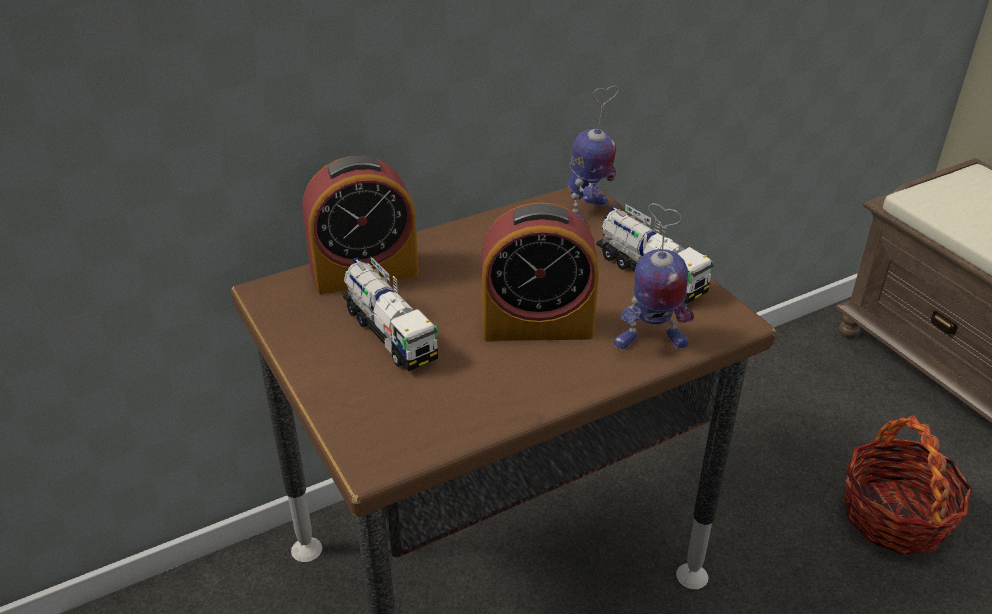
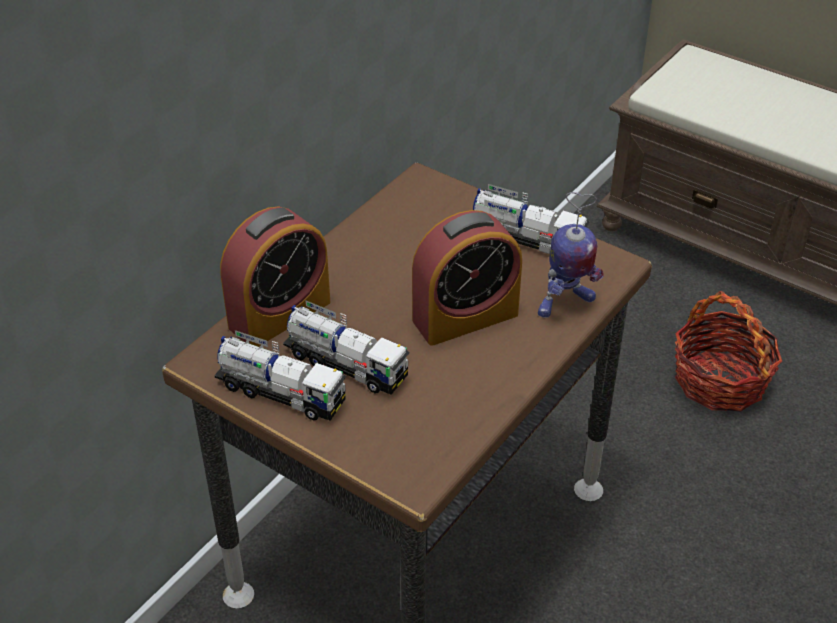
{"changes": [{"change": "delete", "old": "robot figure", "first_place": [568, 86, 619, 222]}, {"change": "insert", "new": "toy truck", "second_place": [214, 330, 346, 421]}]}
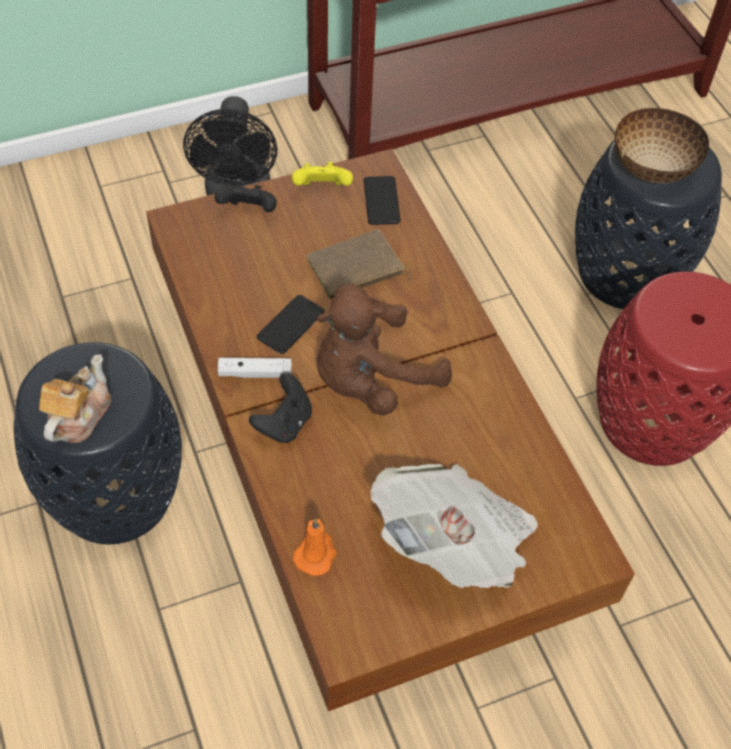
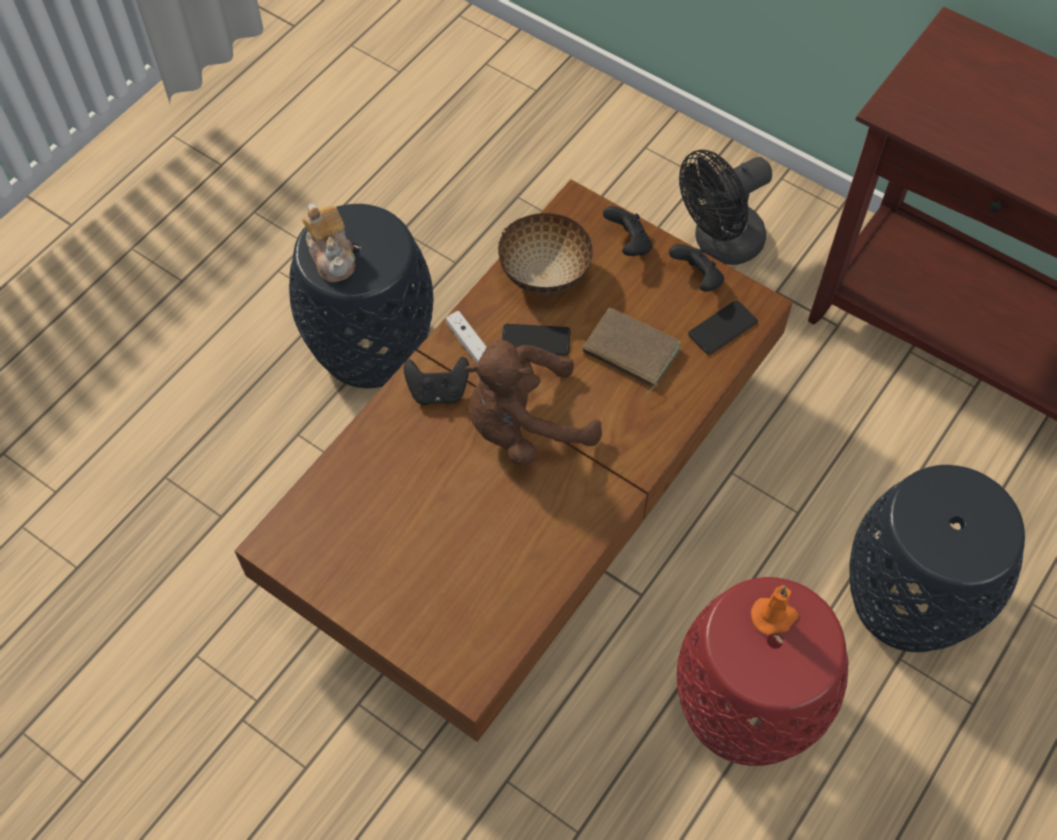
{"changes": [{"change": "delete", "old": "printed paper", "first_place": [371, 464, 538, 588]}, {"change": "move", "old": "candle (orange)", "first_place": [293, 518, 337, 576], "second_place": [751, 585, 798, 635]}, {"change": "move", "old": "deep dish", "first_place": [615, 108, 709, 184], "second_place": [498, 213, 593, 295]}, {"change": "recolor", "old": "gamepad (yellow-coloured)", "new": "gamepad (black-coloured)", "first_place": [292, 162, 353, 186], "second_place": [669, 244, 724, 292]}, {"change": "rotate", "old": "pot for tea", "first_place": [39, 354, 111, 443], "second_place": [302, 204, 355, 282], "degrees": 75}, {"change": "rotate", "old": "cuddly toy (brown-coloured)", "first_place": [316, 284, 452, 416], "second_place": [465, 340, 602, 467], "degrees": -45}]}
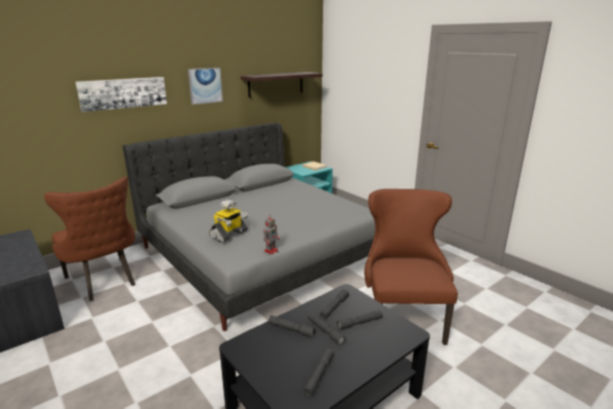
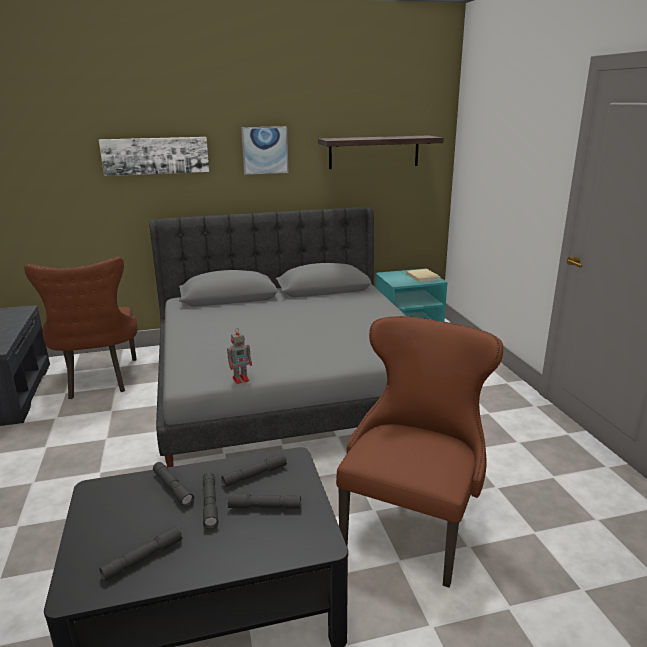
{"changes": [{"change": "delete", "old": "robot figure", "first_place": [209, 199, 248, 242]}]}
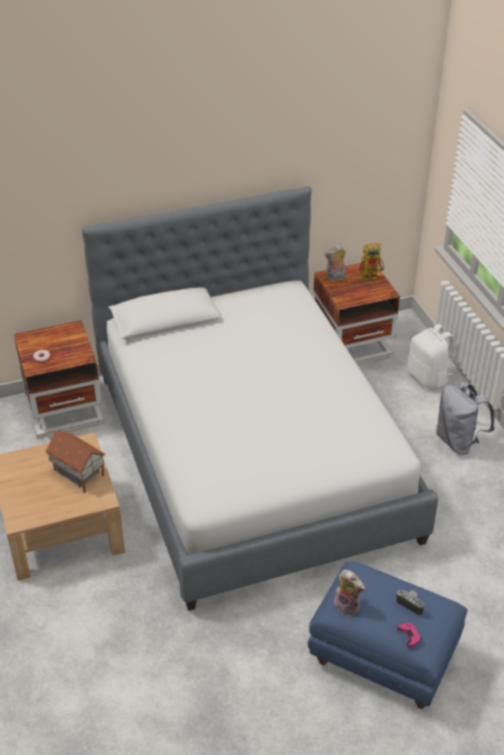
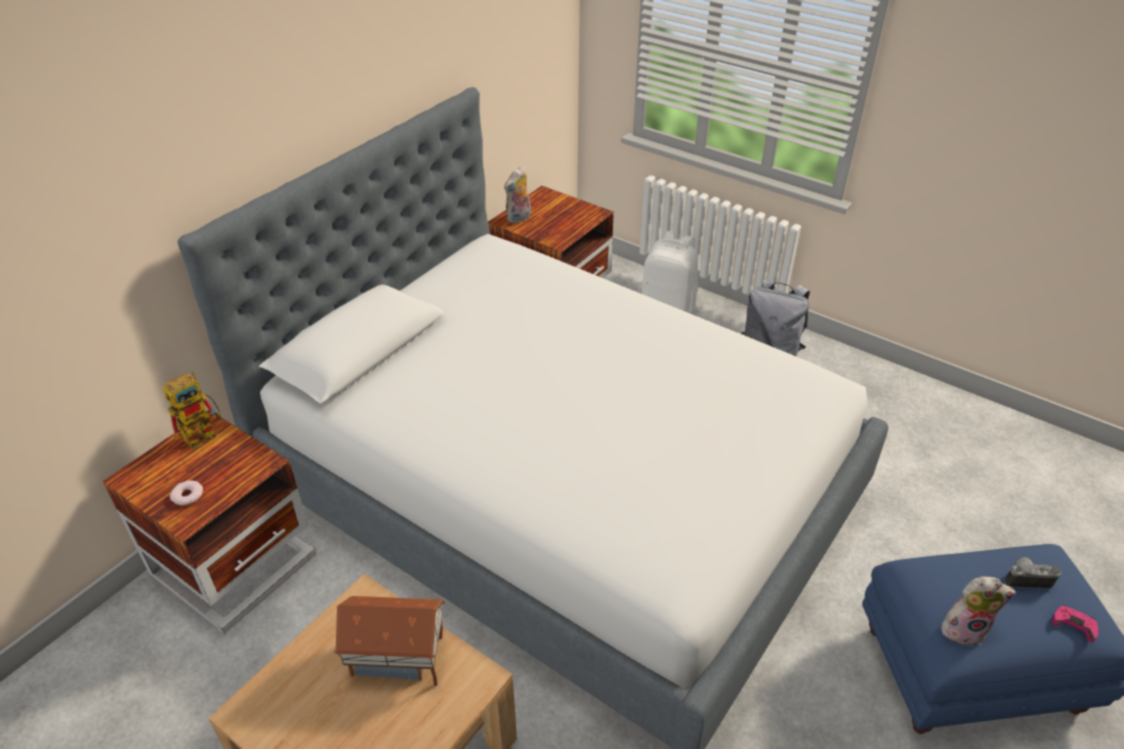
{"changes": [{"change": "move", "old": "robot figure", "first_place": [358, 243, 384, 283], "second_place": [162, 371, 221, 450]}]}
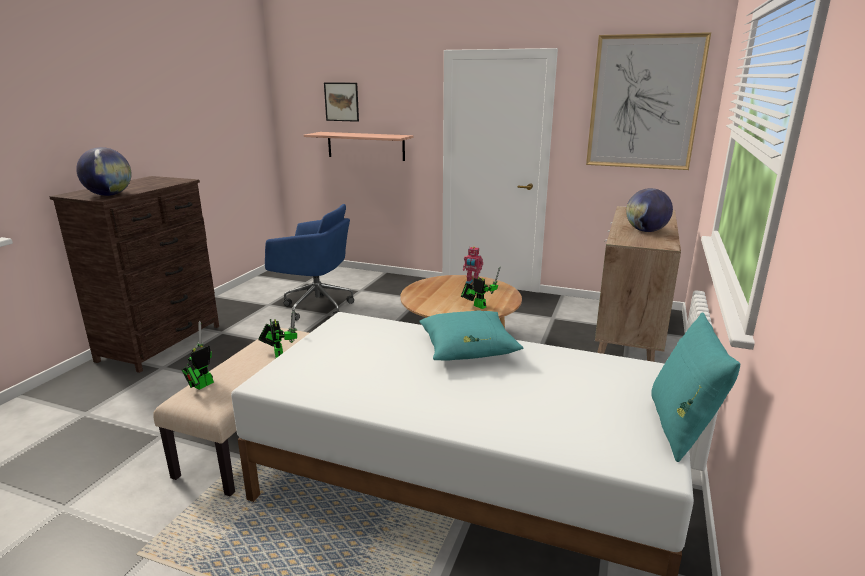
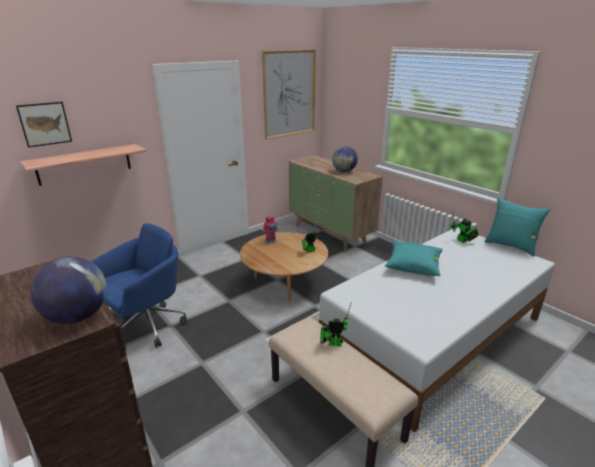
{"changes": [{"change": "move", "old": "robot figure", "first_place": [182, 321, 214, 390], "second_place": [451, 210, 479, 243]}]}
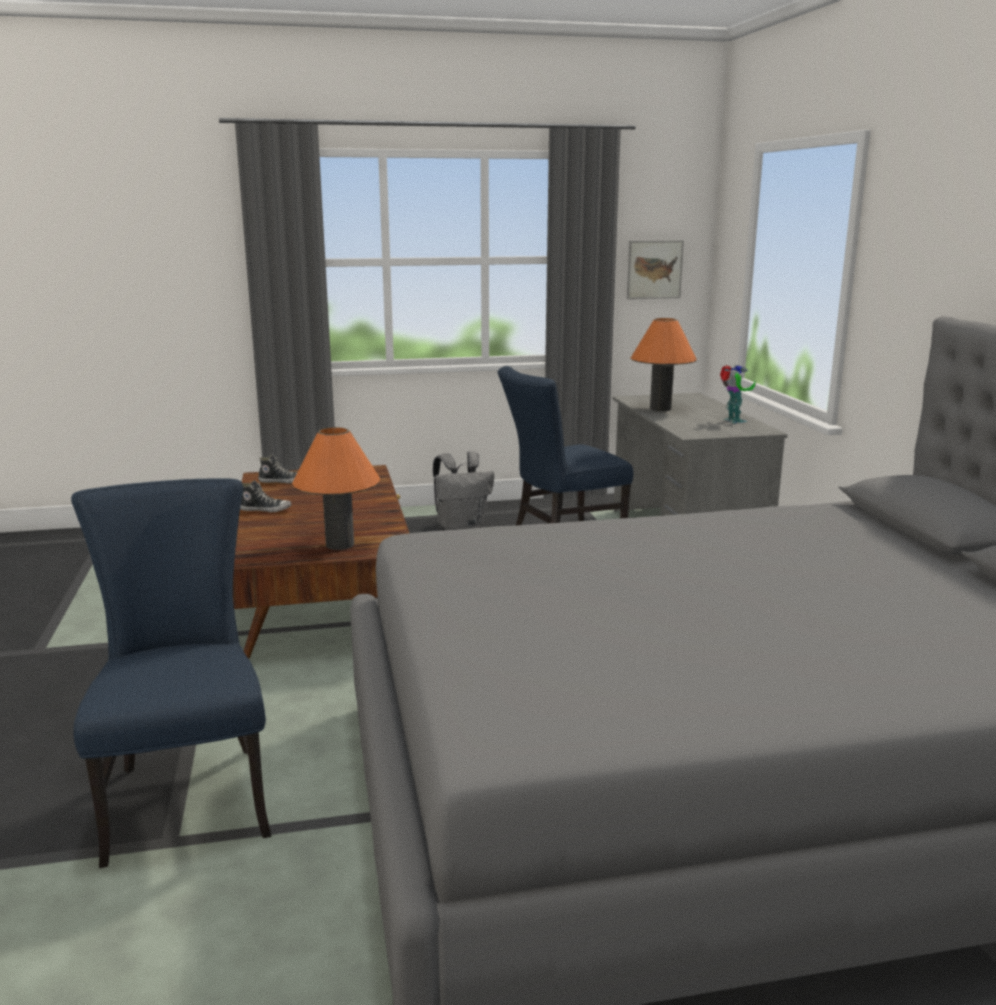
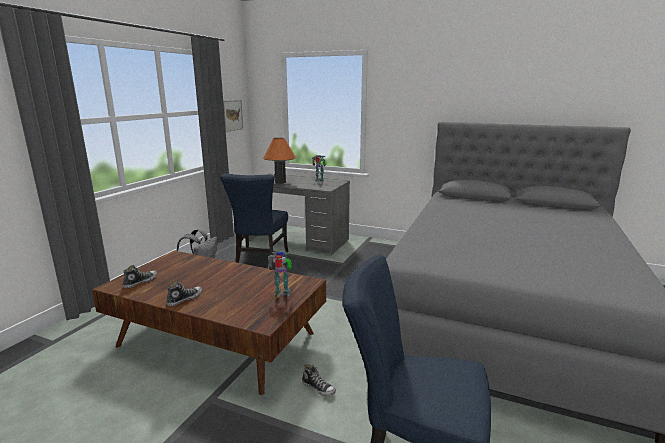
{"changes": [{"change": "insert", "new": "shoe", "second_place": [302, 364, 336, 396]}, {"change": "replace", "old": "tabletop lamp (orange)", "new": "robot figure", "first_place": [292, 427, 380, 550], "second_place": [268, 251, 292, 296]}]}
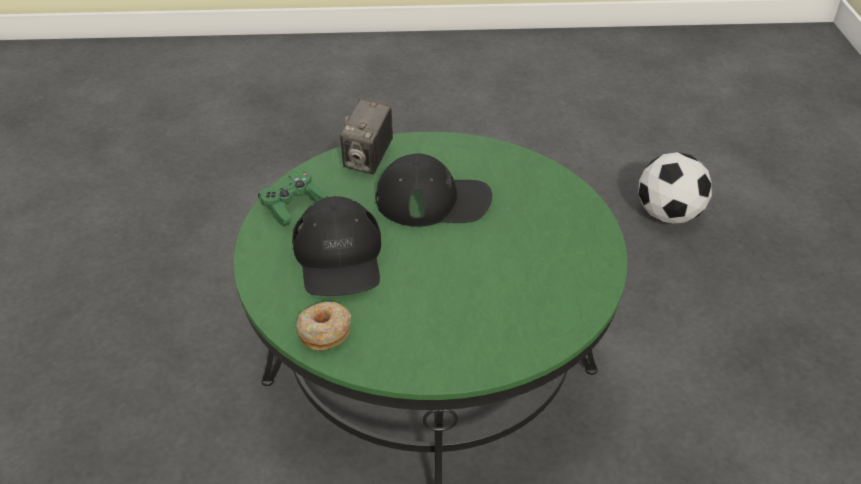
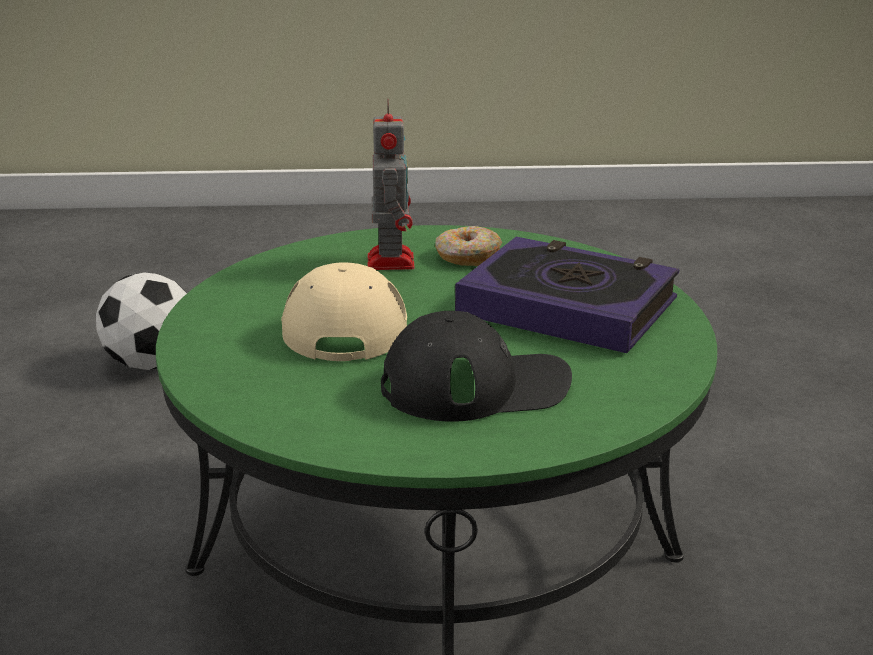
{"changes": [{"change": "delete", "old": "gamepad (greenish)", "first_place": [258, 170, 328, 227]}, {"change": "delete", "old": "photo camera", "first_place": [340, 98, 393, 174]}, {"change": "insert", "new": "robot figure", "second_place": [368, 99, 414, 270]}, {"change": "insert", "new": "bound book", "second_place": [455, 237, 679, 353]}, {"change": "move", "old": "donut", "first_place": [296, 302, 351, 351], "second_place": [435, 226, 502, 266]}, {"change": "recolor", "old": "baseball cap (black-coloured)", "new": "baseball cap (beige)", "first_place": [375, 153, 492, 227], "second_place": [281, 262, 407, 361]}]}
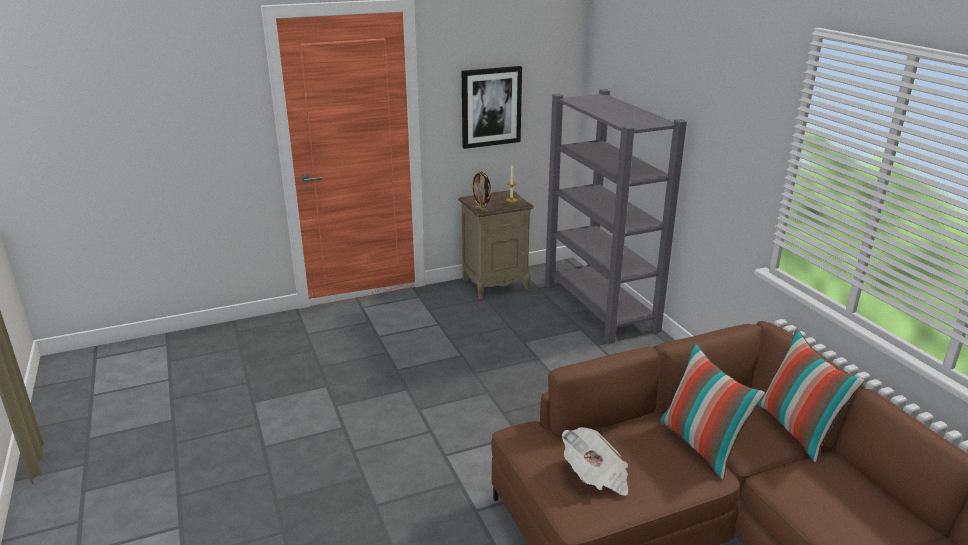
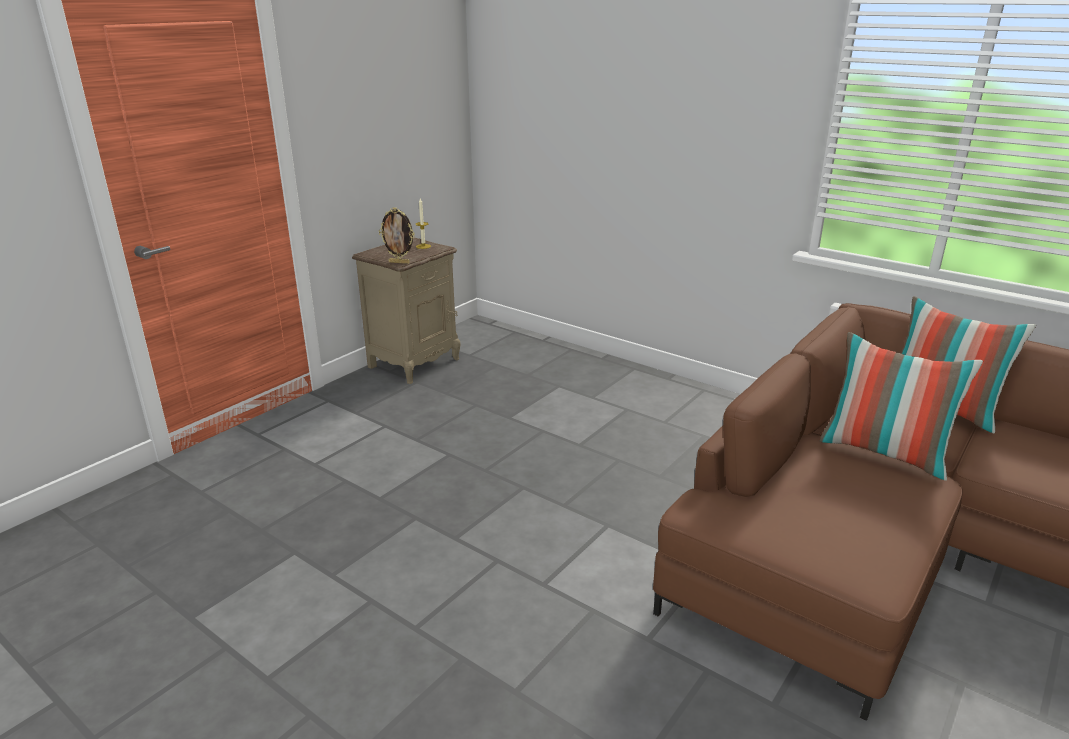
{"changes": [{"change": "delete", "old": "picture", "first_place": [462, 66, 522, 149]}, {"change": "delete", "old": "bookcase (grey)", "first_place": [545, 89, 687, 344]}, {"change": "delete", "old": "printed paper", "first_place": [562, 427, 628, 496]}]}
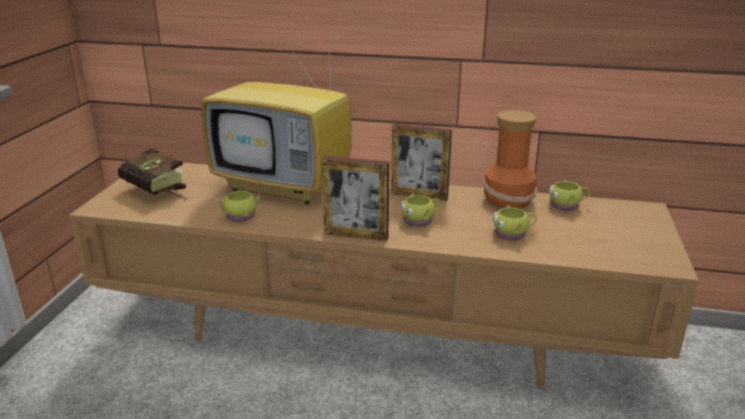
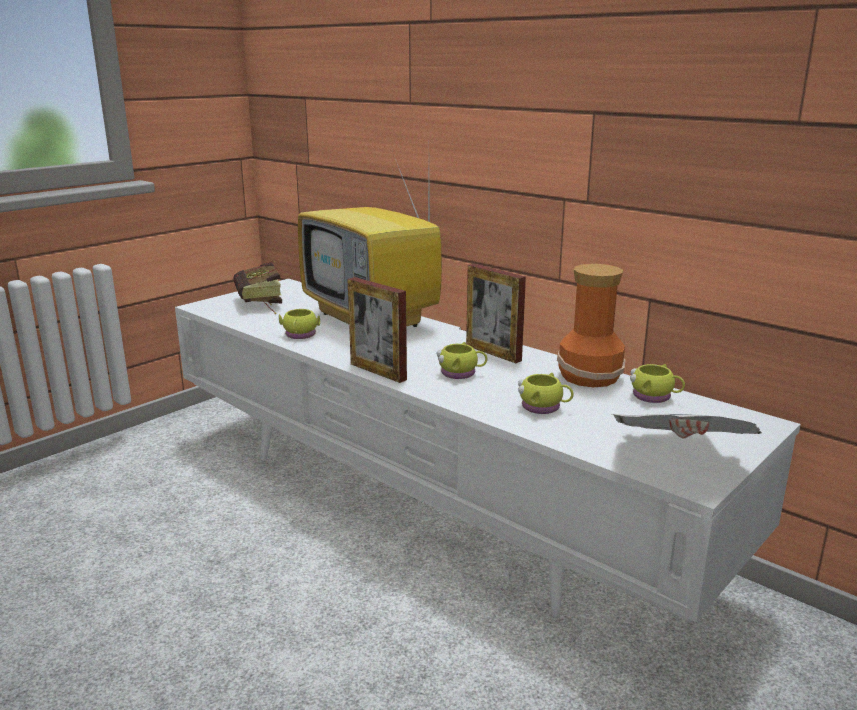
{"changes": [{"change": "insert", "new": "printed paper", "second_place": [612, 414, 762, 439]}, {"change": "recolor", "old": "tv stand (brown-coloured)", "new": "tv stand (white)", "first_place": [69, 163, 699, 390], "second_place": [175, 279, 801, 622]}]}
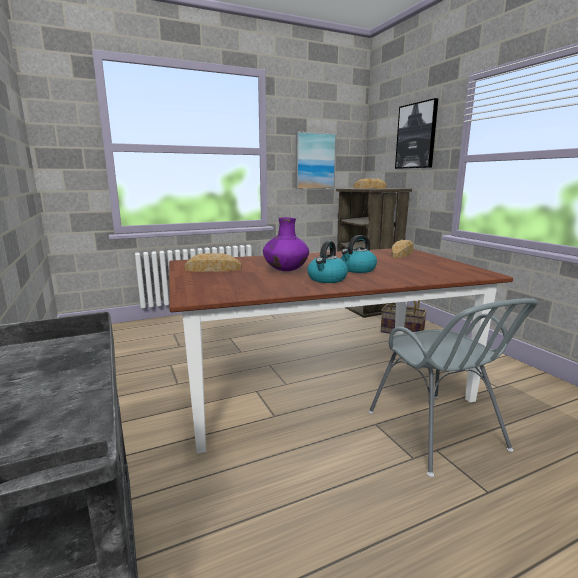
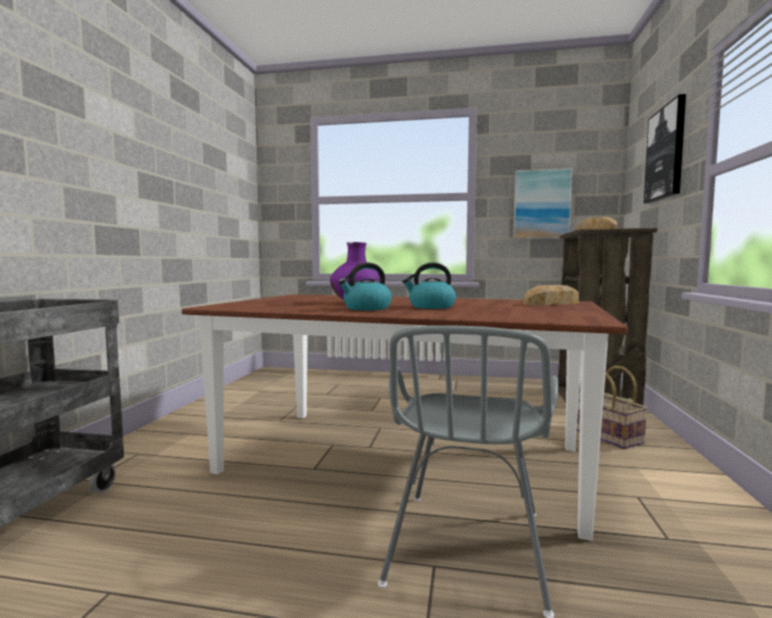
{"changes": [{"change": "delete", "old": "bakery bread", "first_place": [185, 253, 241, 272]}]}
